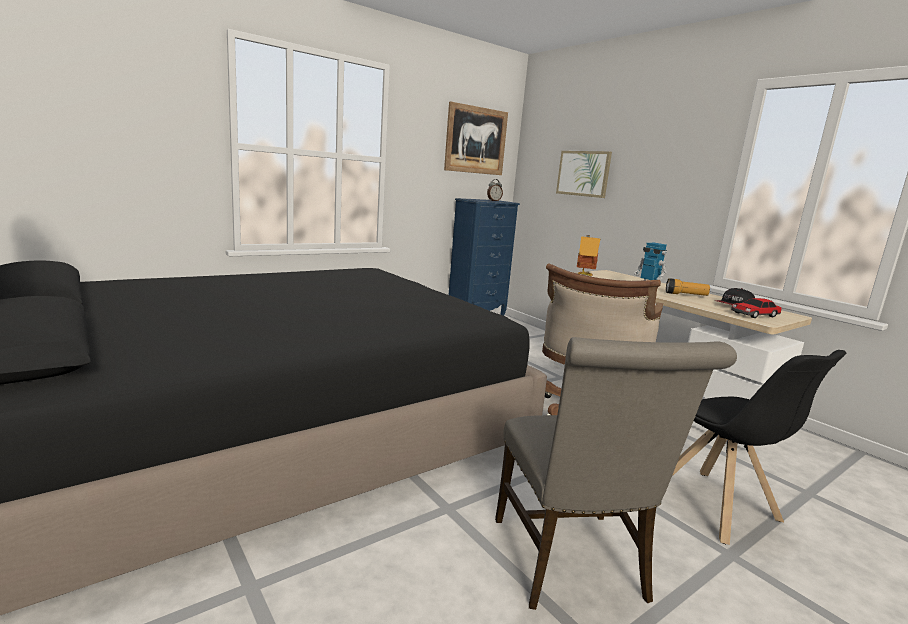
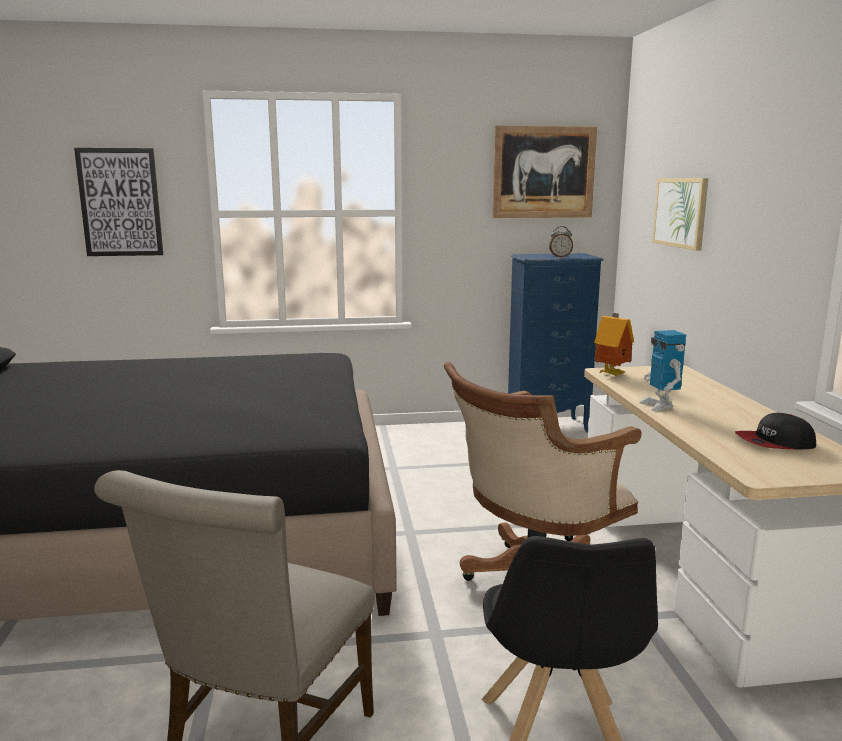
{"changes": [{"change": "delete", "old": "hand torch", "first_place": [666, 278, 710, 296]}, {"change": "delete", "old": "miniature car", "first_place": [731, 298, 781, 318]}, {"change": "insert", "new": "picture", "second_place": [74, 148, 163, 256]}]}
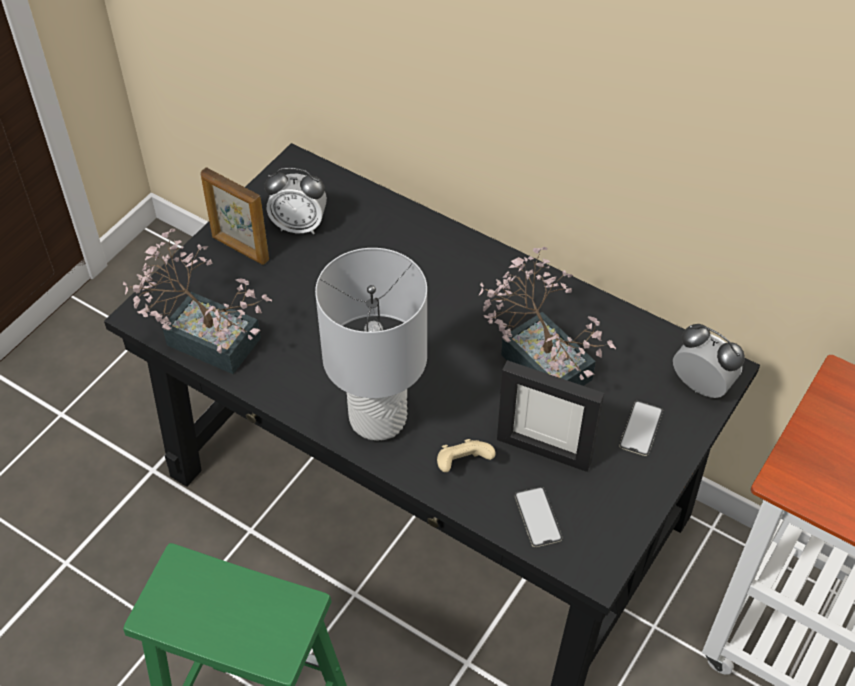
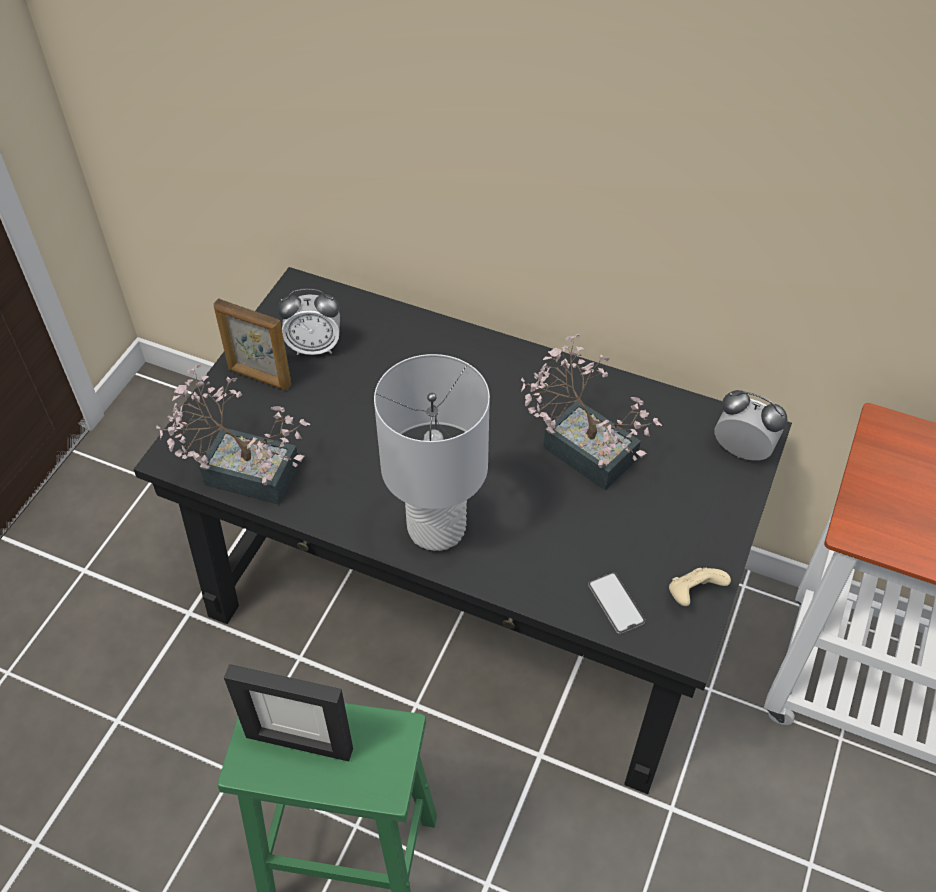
{"changes": [{"change": "delete", "old": "phone", "first_place": [619, 401, 663, 456]}, {"change": "move", "old": "gamepad (beige)", "first_place": [437, 439, 496, 472], "second_place": [669, 567, 731, 606]}, {"change": "move", "old": "picture frame", "first_place": [497, 360, 604, 472], "second_place": [224, 664, 353, 762]}]}
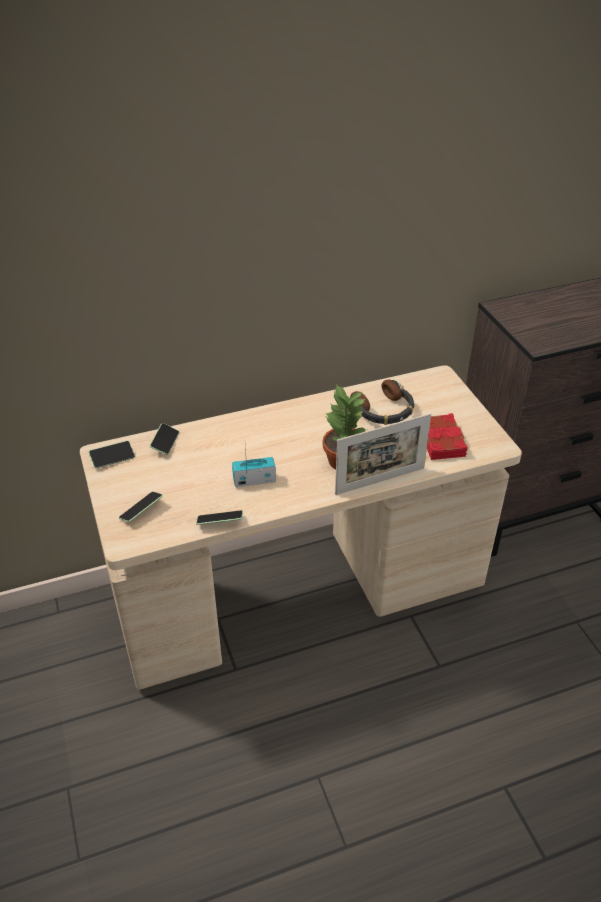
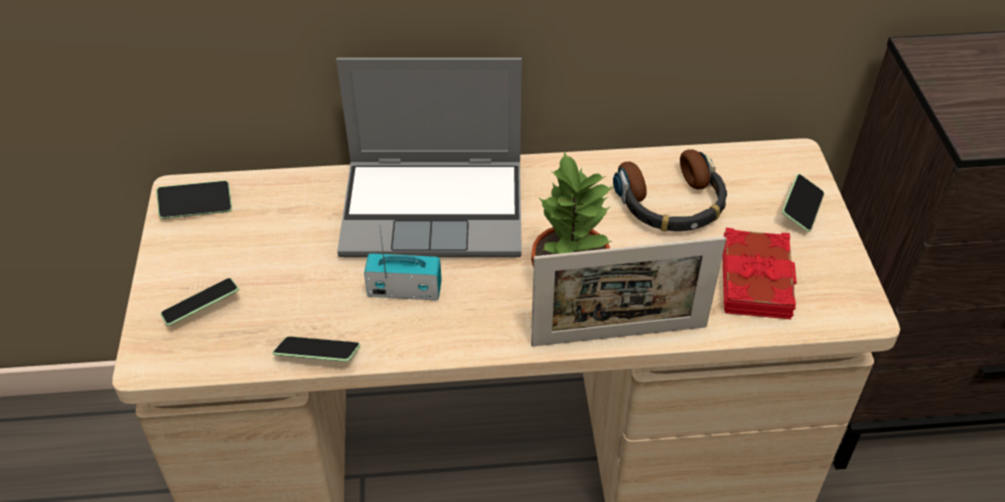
{"changes": [{"change": "insert", "new": "portable computer", "second_place": [336, 58, 522, 258]}, {"change": "move", "old": "phone", "first_place": [150, 423, 179, 455], "second_place": [782, 174, 824, 232]}]}
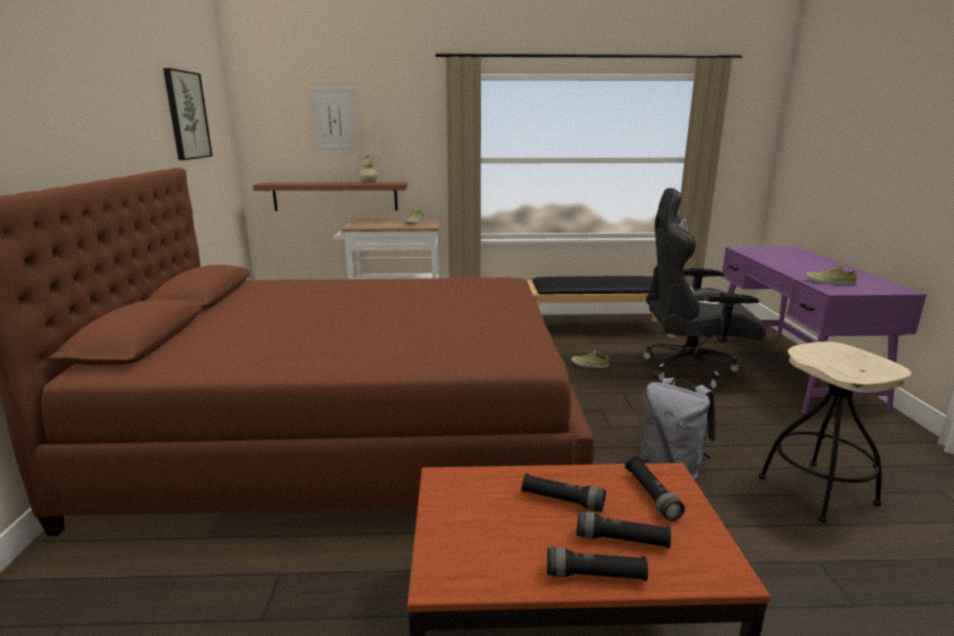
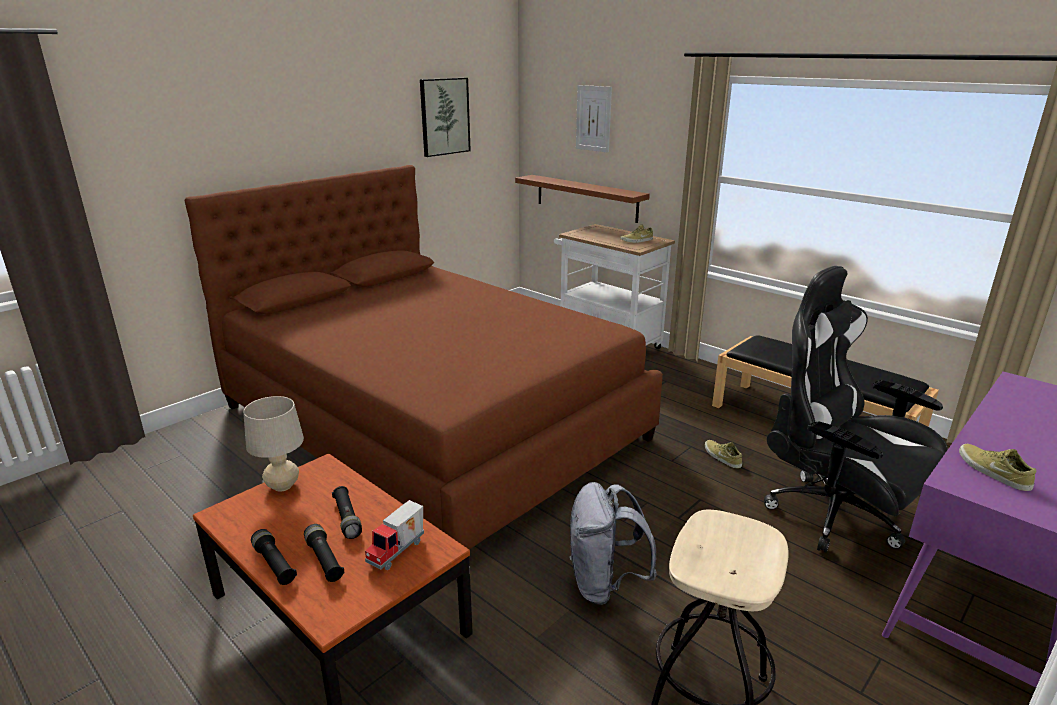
{"changes": [{"change": "move", "old": "tabletop lamp (beige)", "first_place": [353, 133, 382, 184], "second_place": [243, 396, 304, 492]}, {"change": "replace", "old": "hand torch (black-coloured)", "new": "toy truck", "first_place": [625, 456, 685, 521], "second_place": [365, 500, 424, 570]}]}
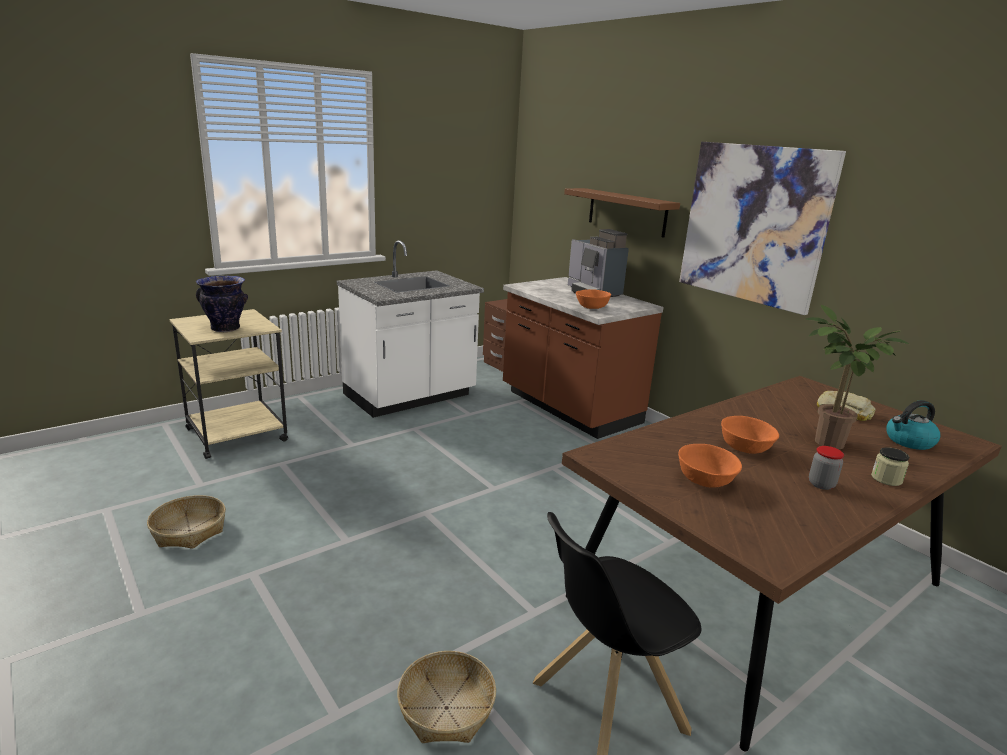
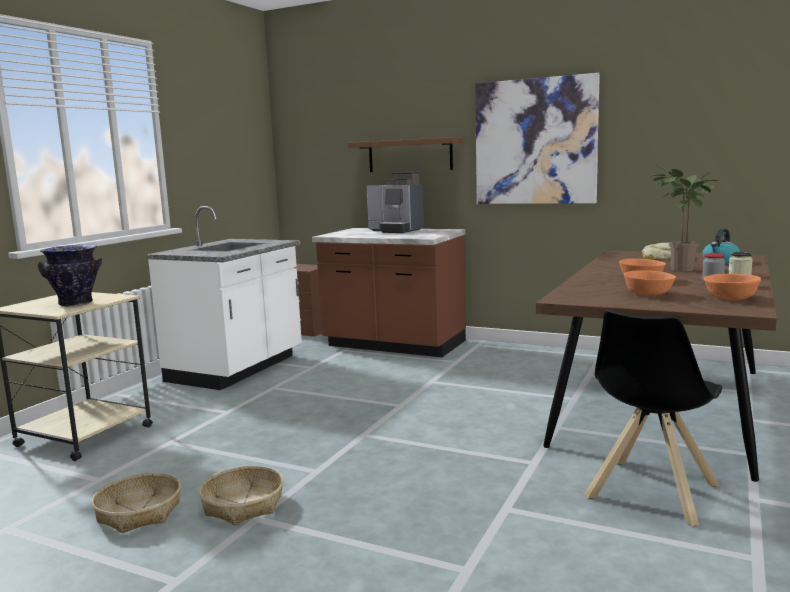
{"changes": [{"change": "move", "old": "household basket", "first_place": [397, 651, 496, 743], "second_place": [199, 466, 283, 525]}, {"change": "move", "old": "deep dish (orange)", "first_place": [576, 289, 611, 309], "second_place": [704, 274, 761, 301]}]}
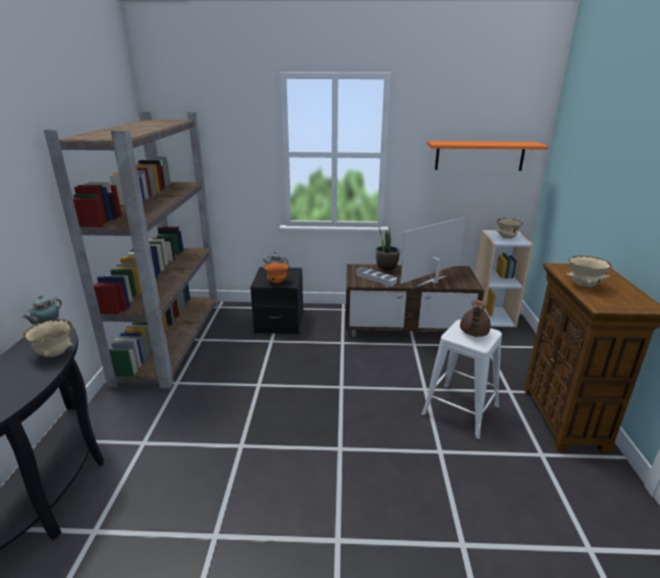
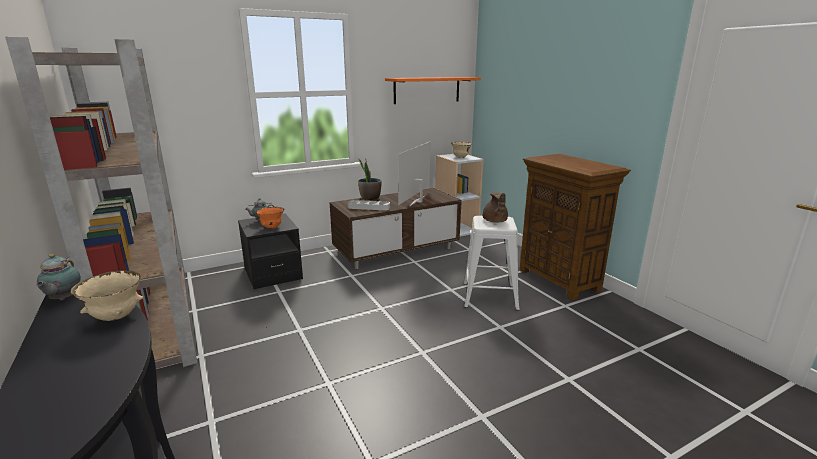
{"changes": [{"change": "delete", "old": "deep dish (beige)", "first_place": [566, 255, 612, 288]}]}
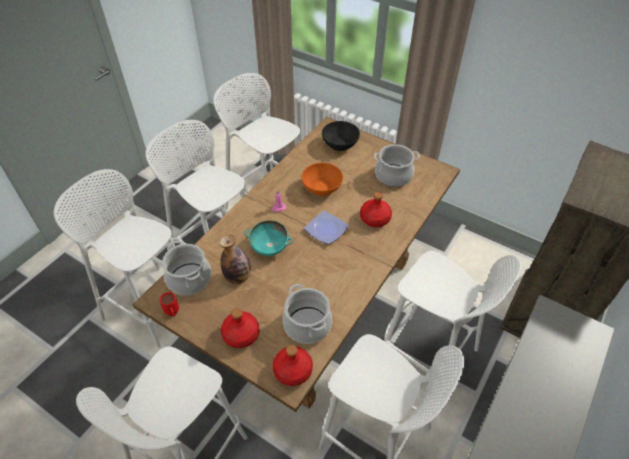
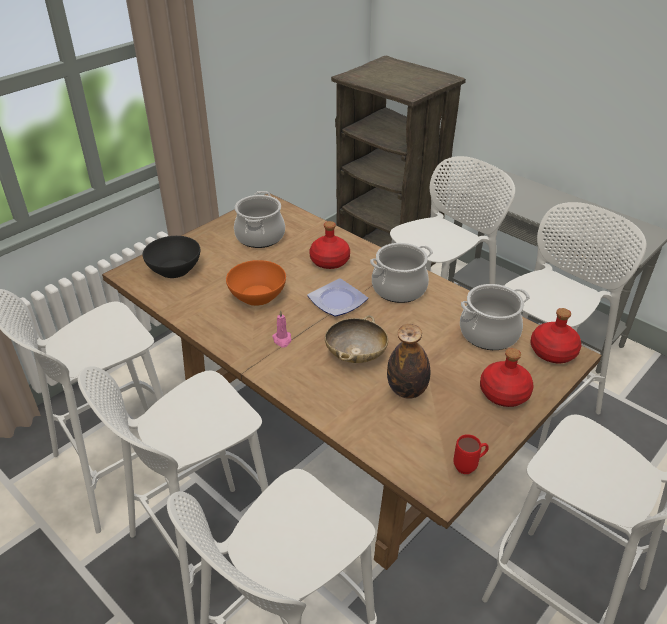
{"changes": [{"change": "move", "old": "stockpot", "first_place": [162, 241, 211, 295], "second_place": [370, 243, 433, 303]}, {"change": "recolor", "old": "deep dish (turquoise)", "new": "deep dish (beige)", "first_place": [244, 220, 293, 256], "second_place": [325, 315, 388, 363]}]}
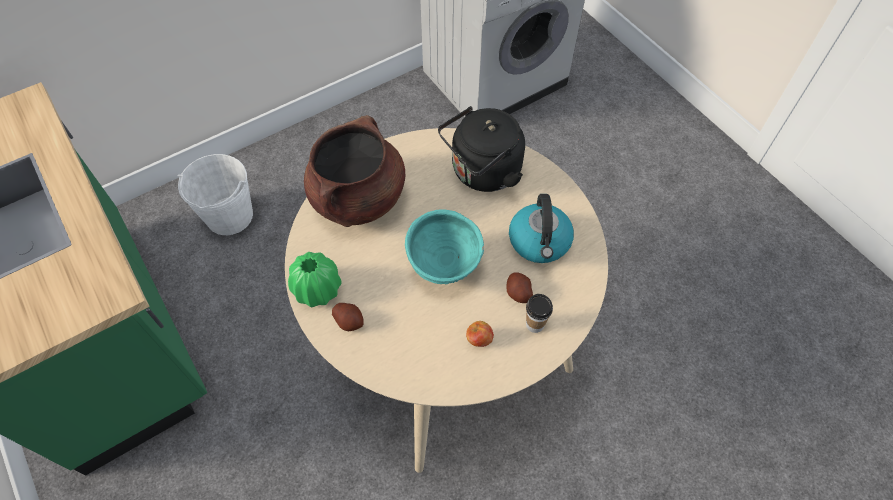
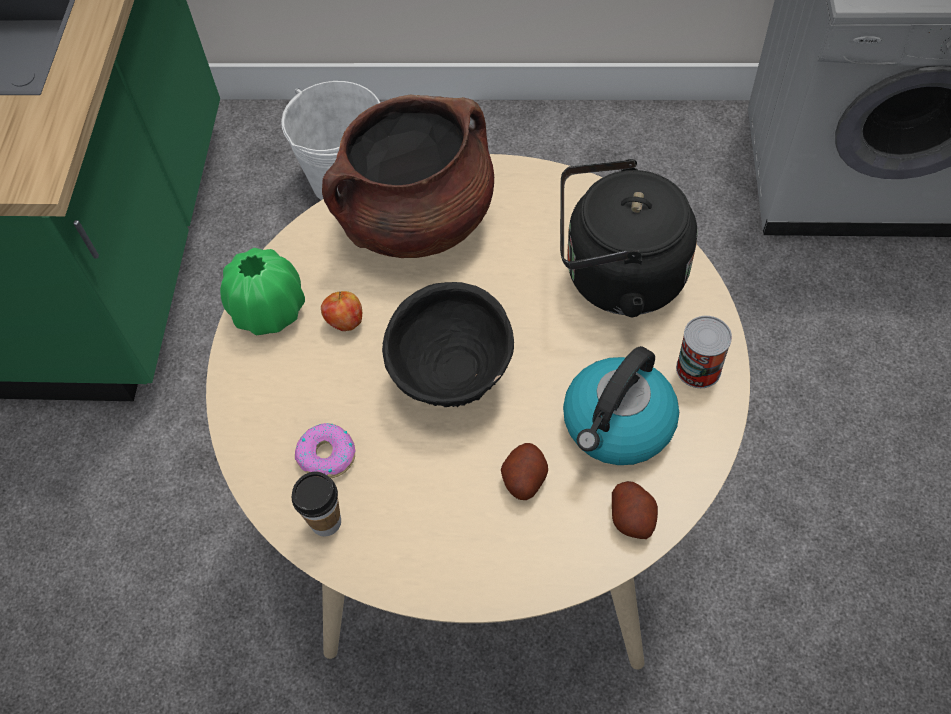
{"changes": [{"change": "insert", "new": "donut", "second_place": [295, 423, 355, 478]}, {"change": "insert", "new": "can", "second_place": [676, 316, 732, 388]}, {"change": "move", "old": "spud", "first_place": [332, 303, 364, 331], "second_place": [612, 481, 658, 539]}, {"change": "move", "old": "apple", "first_place": [466, 321, 494, 347], "second_place": [321, 291, 362, 331]}, {"change": "move", "old": "drinking cup", "first_place": [526, 294, 553, 333], "second_place": [292, 472, 341, 536]}, {"change": "recolor", "old": "deep dish (turquoise)", "new": "deep dish (black-coloured)", "first_place": [405, 209, 484, 284], "second_place": [382, 282, 514, 407]}]}
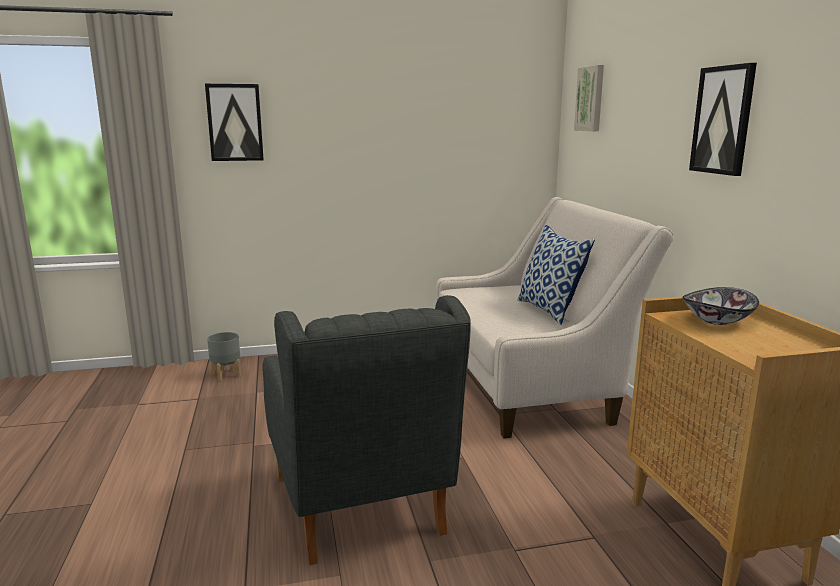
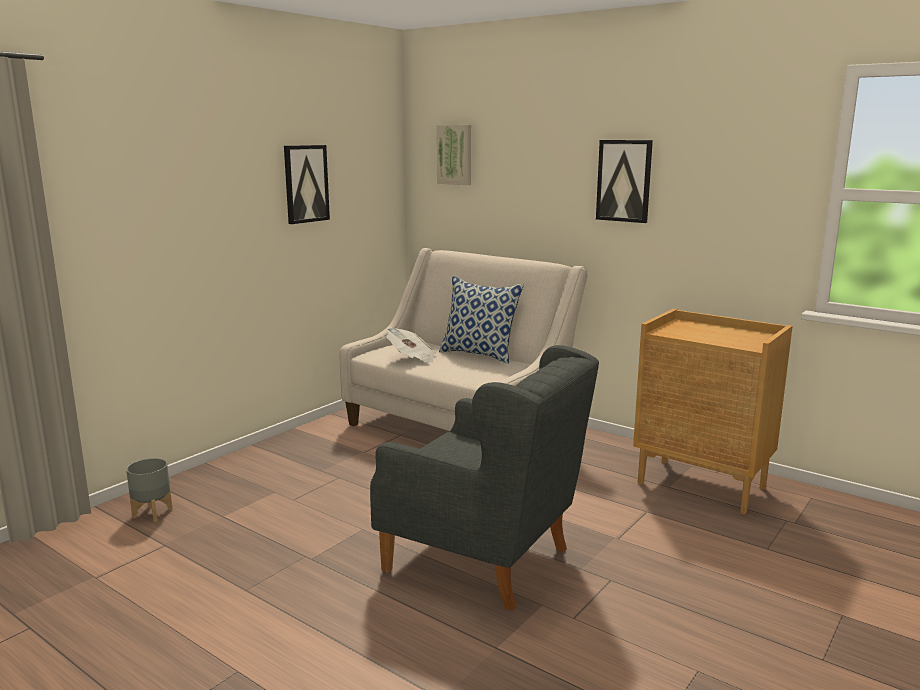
{"changes": [{"change": "delete", "old": "deep dish", "first_place": [682, 287, 759, 325]}, {"change": "insert", "new": "printed paper", "second_place": [386, 327, 436, 364]}, {"change": "move", "old": "picture", "first_place": [205, 84, 264, 161], "second_place": [284, 145, 330, 224]}]}
